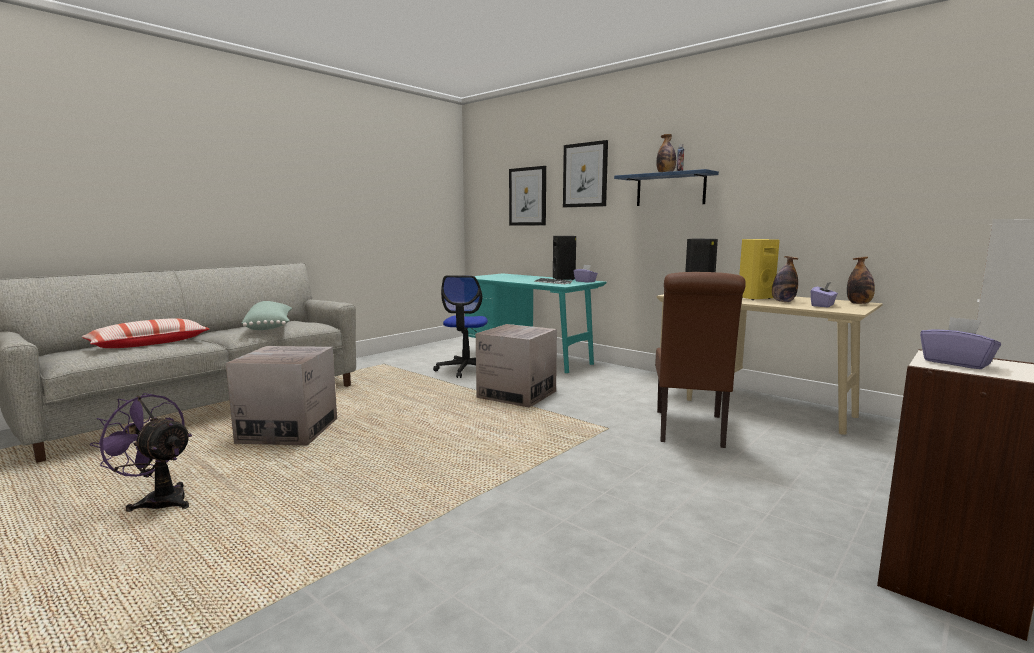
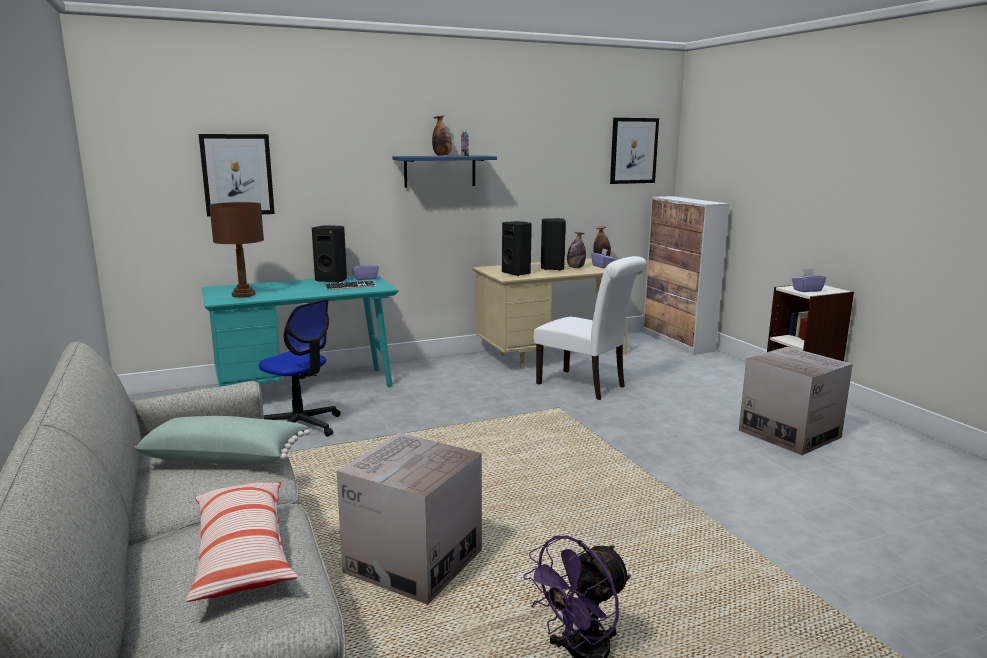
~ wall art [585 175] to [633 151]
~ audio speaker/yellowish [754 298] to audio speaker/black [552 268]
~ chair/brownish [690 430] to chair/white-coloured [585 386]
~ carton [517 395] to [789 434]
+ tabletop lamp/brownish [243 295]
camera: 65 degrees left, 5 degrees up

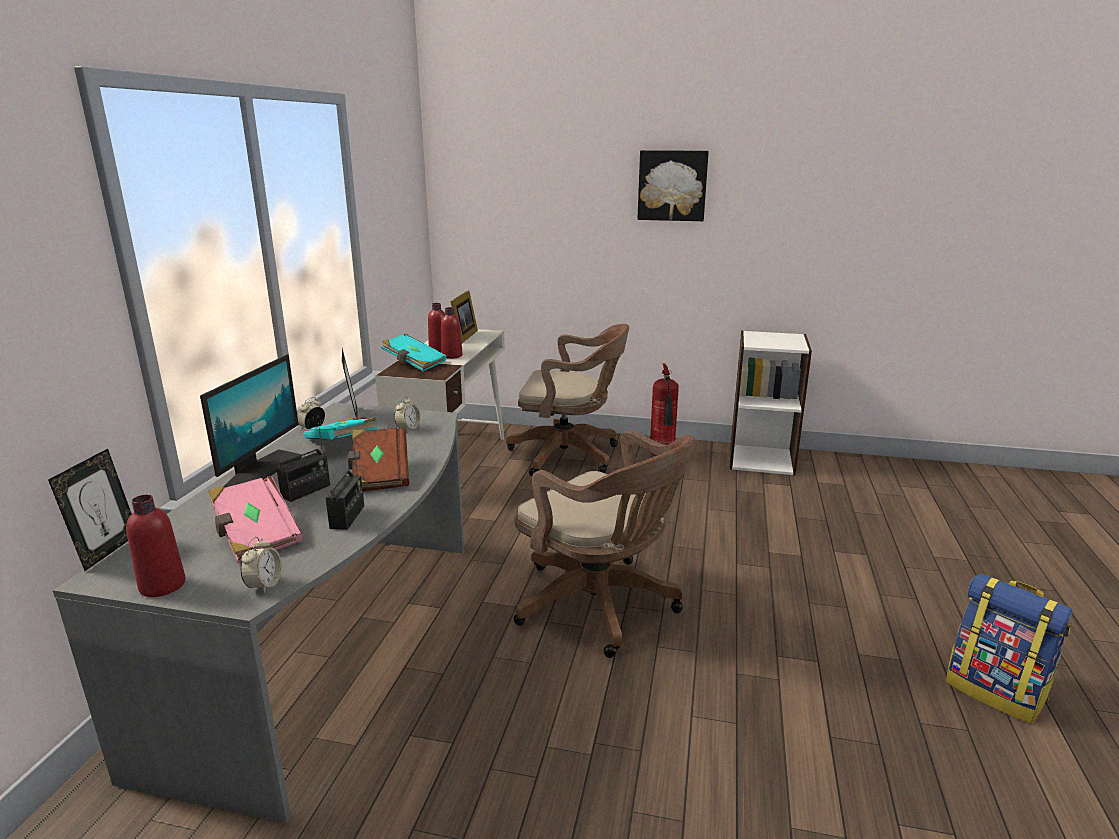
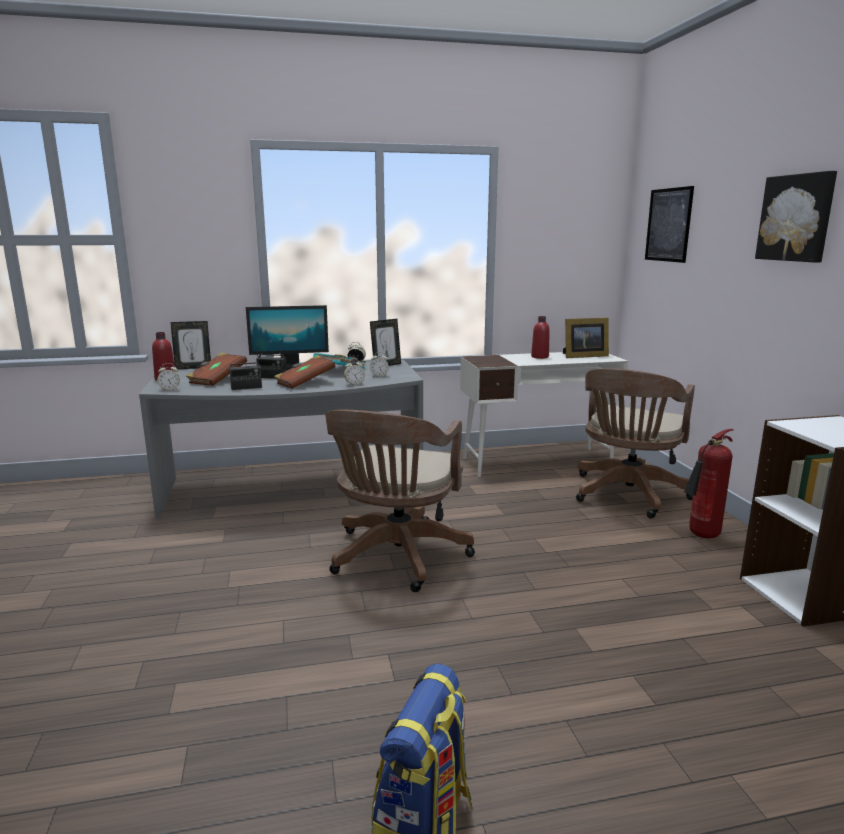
- bottle/red-coloured [452 356]
~ desk chair/brownish [570 455] = [627 495] 45 degrees clockwise
- bound book/blue-green [414 363]
~ bound book/pinkish [256 535] to bound book/brownish [217 380]
+ wall art [668 225]
+ table clock [354 384]
camera: 65 degrees right, 5 degrees down

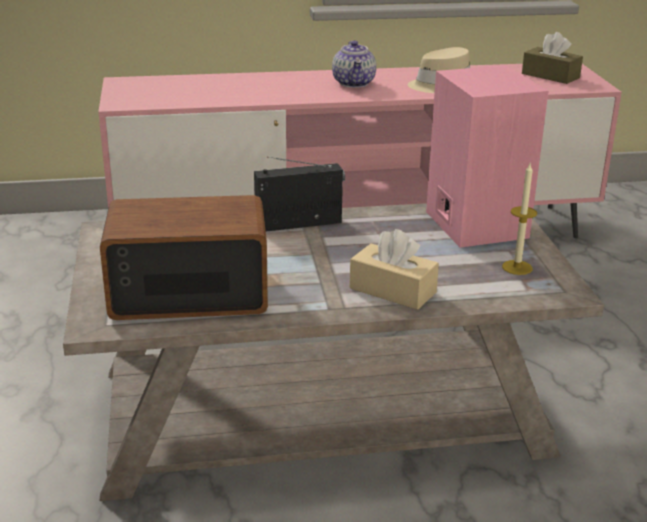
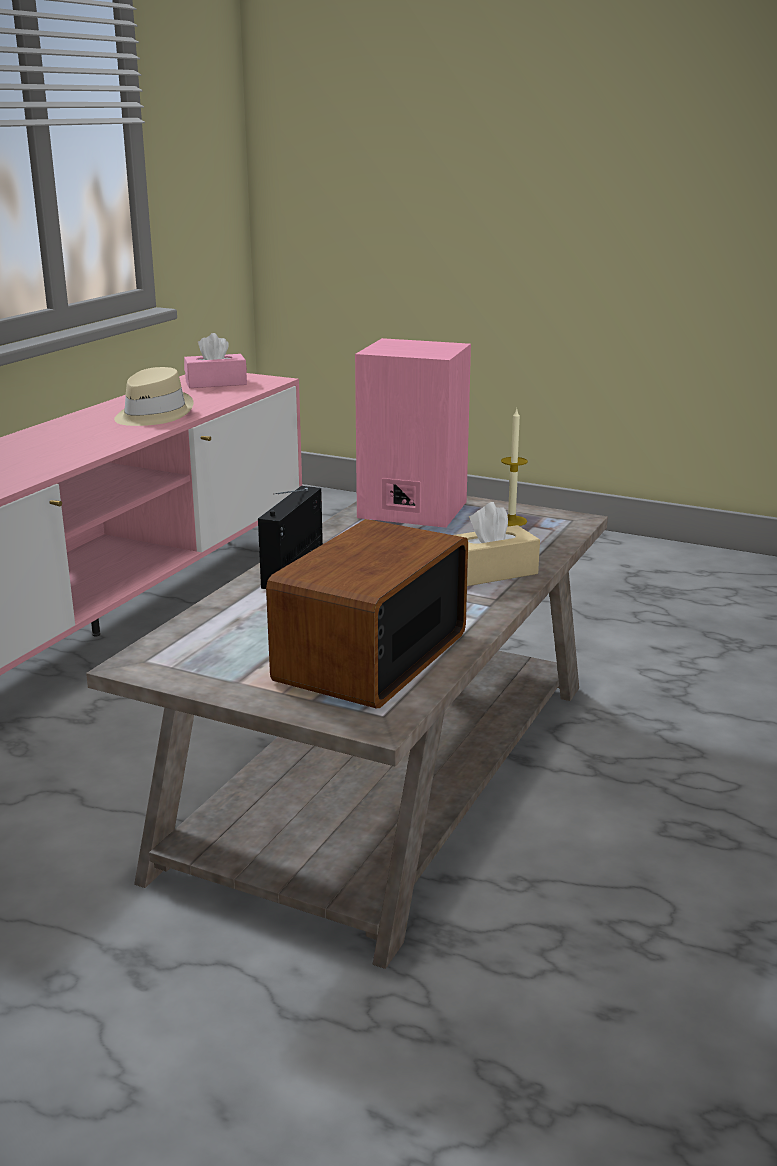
~ tissue box/brownish [550 76] to tissue box/pinkish [216 383]
- tea pot [354 83]
camera: 55 degrees left, 5 degrees down

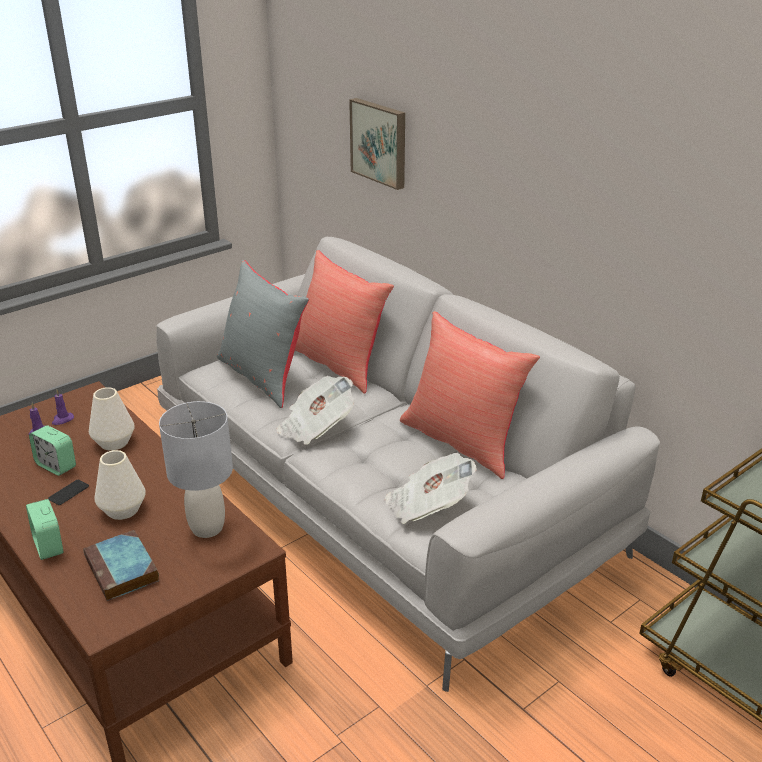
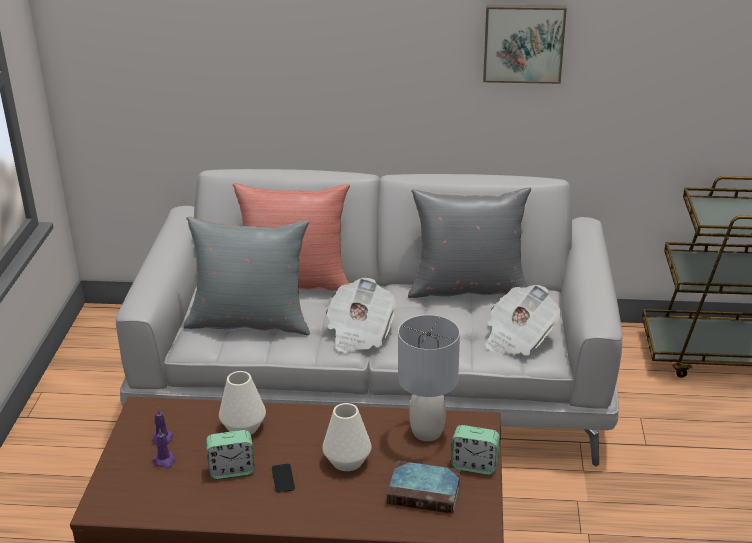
~ wall art [380 142] to [523 42]
~ throw pillow/red-coloured [462 441] to throw pillow/gray [468 288]
~ table clock [48 545] to [474 465]
camera: 45 degrees left, 0 degrees up

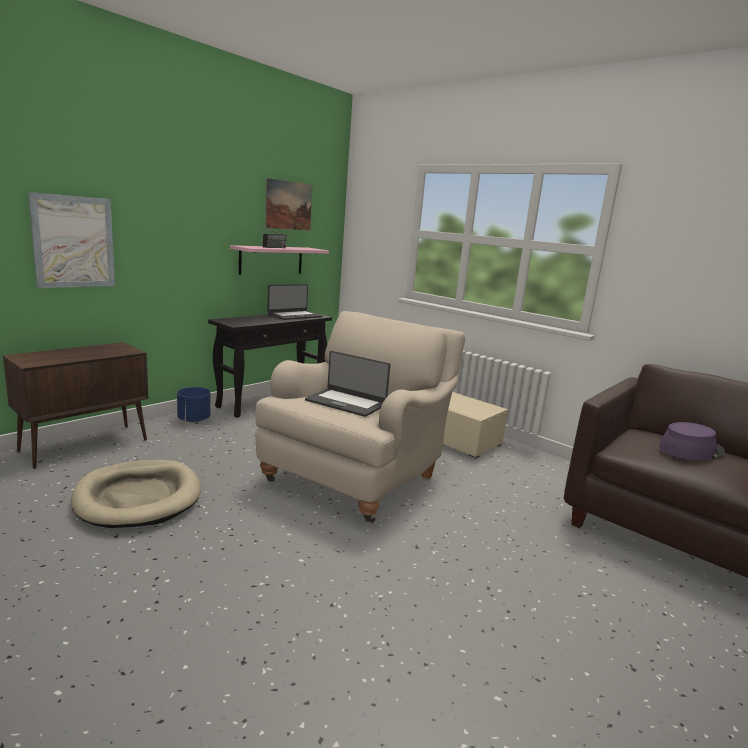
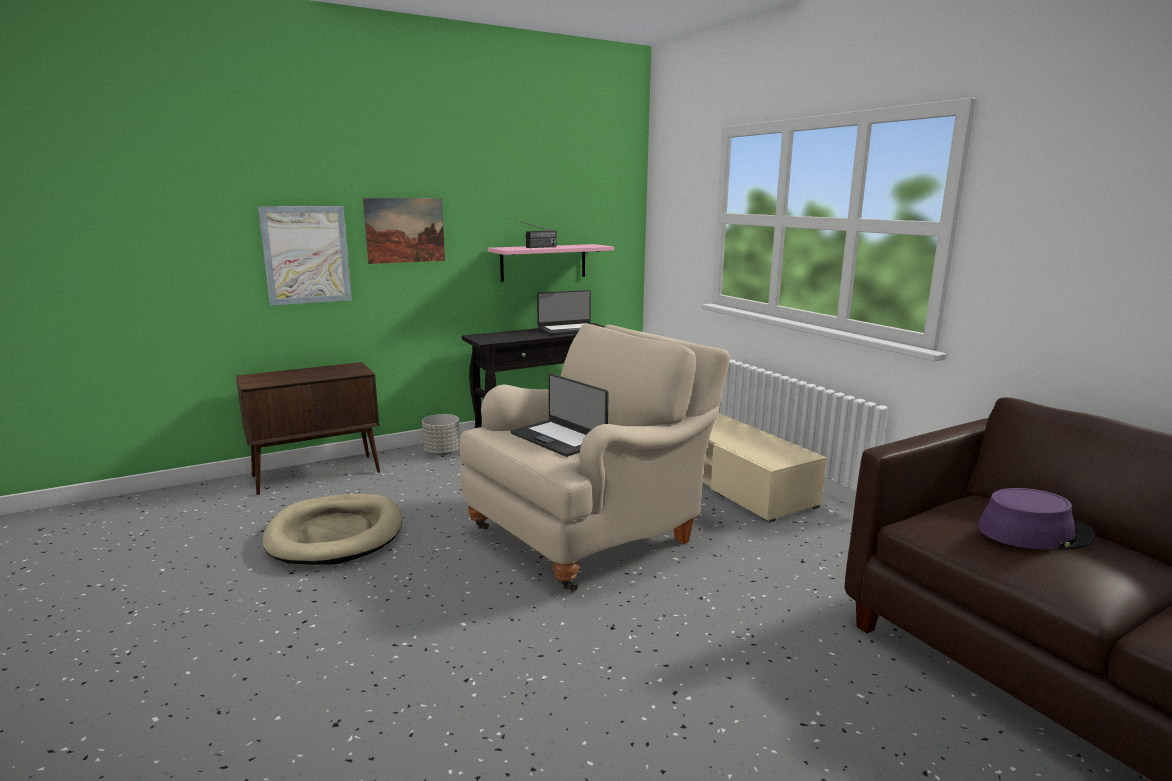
~ wall art [289 205] to [405 230]
~ flower pot/bluish [194 420] to flower pot/gray [442 452]
camera: 20 degrees right, 0 degrees up

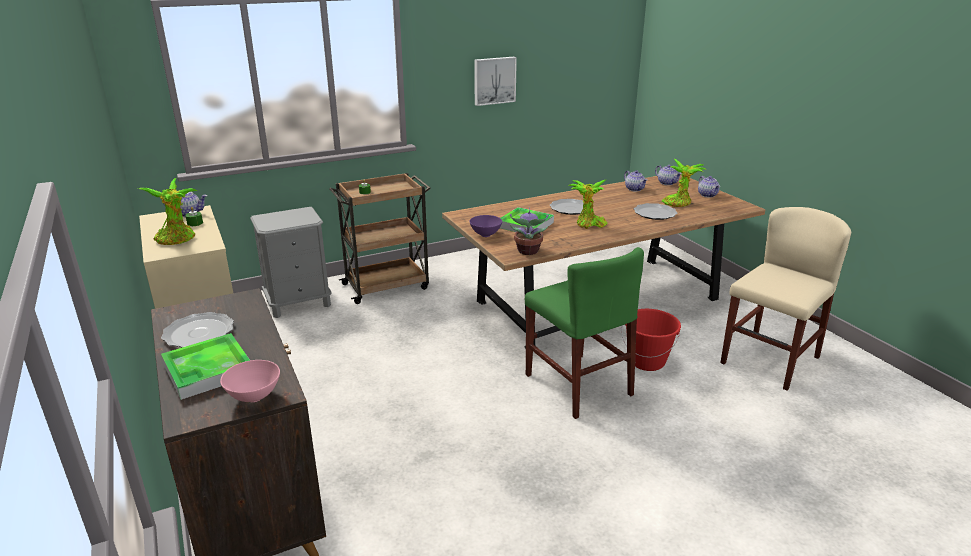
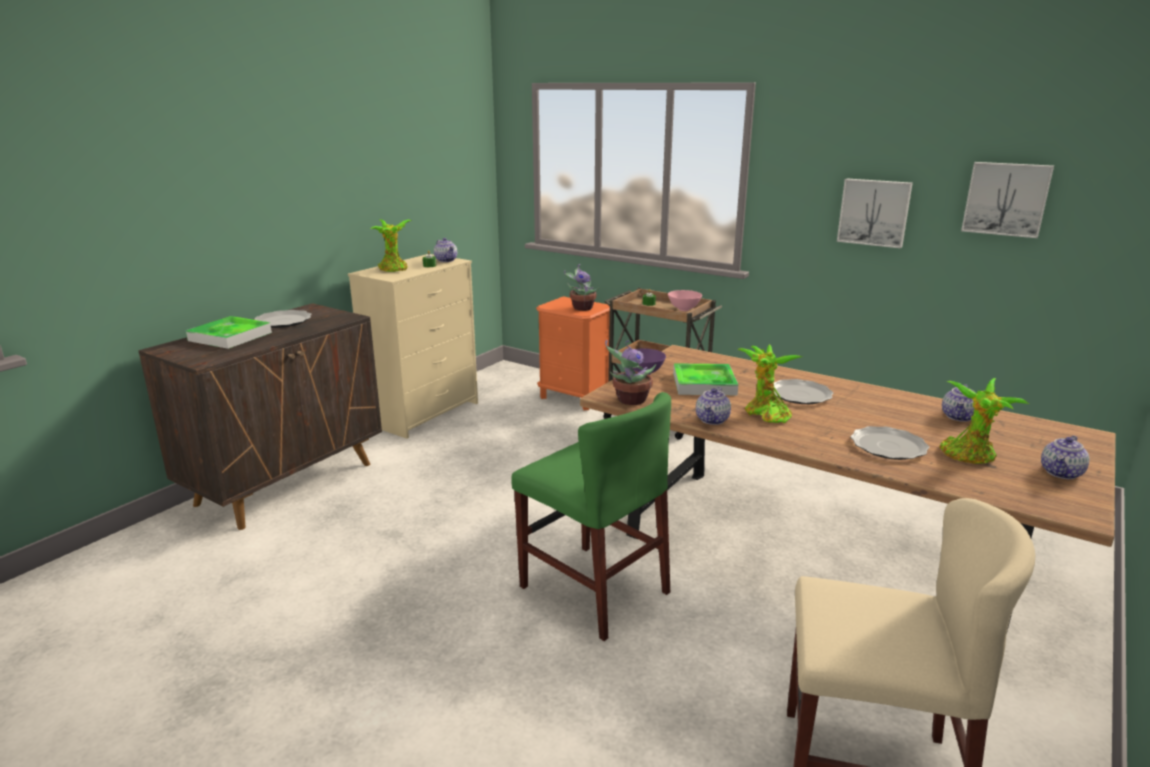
~ tea pot [667 183] to [712 420]
~ night table/gray [299 303] to night table/orange-coloured [575 397]
~ chair/green [577 384] = [593 589] 75 degrees counterclockwise
- pail/red-coloured [647 361]
~ bowl/pinkish [255 396] to [684 309]
+ wall art [1006 199]
+ plant in a pot [581 308]
camera: 60 degrees right, 5 degrees down

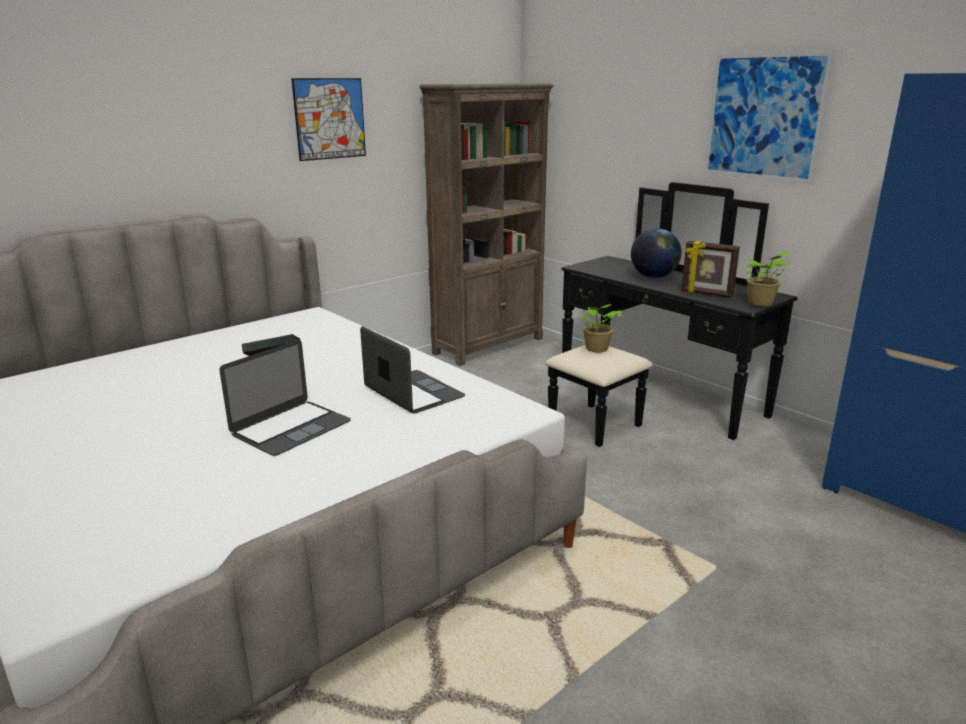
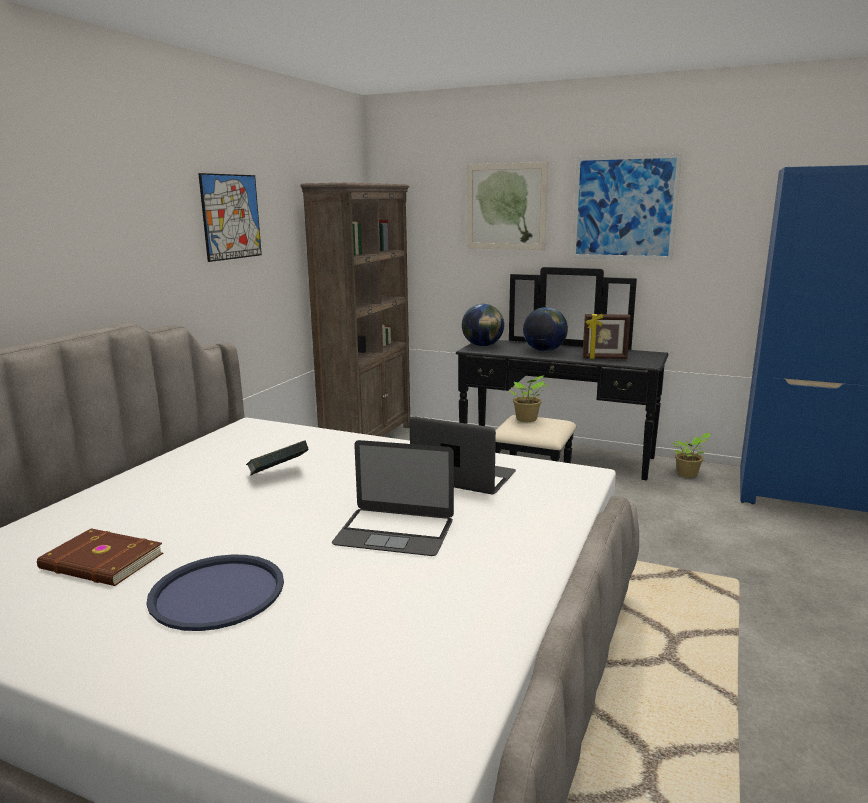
~ plant in a pot [761 303] to [688 474]
~ notebook computer [291 427] = [395 532] 90 degrees clockwise
+ wall art [506 207]
+ desk globe [482 345]
+ bound book/brownish [101 562]
+ carrying tray/bluish [217 593]
camera: 25 degrees left, 5 degrees down

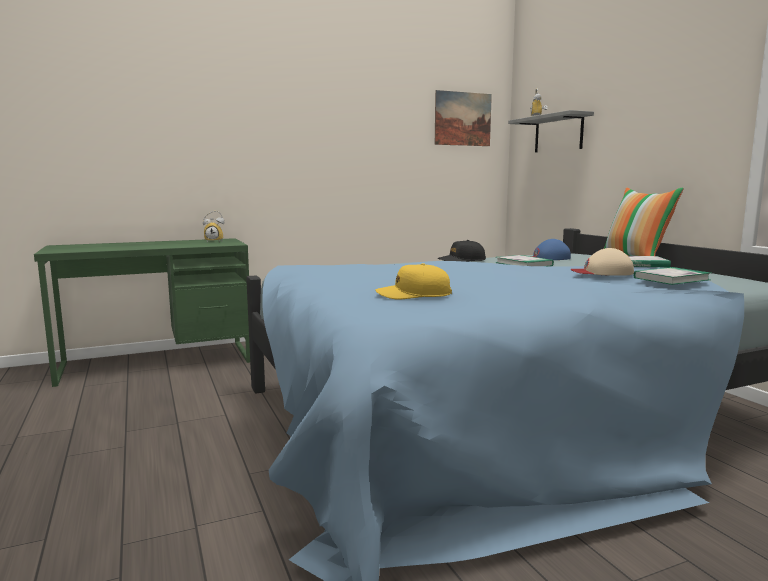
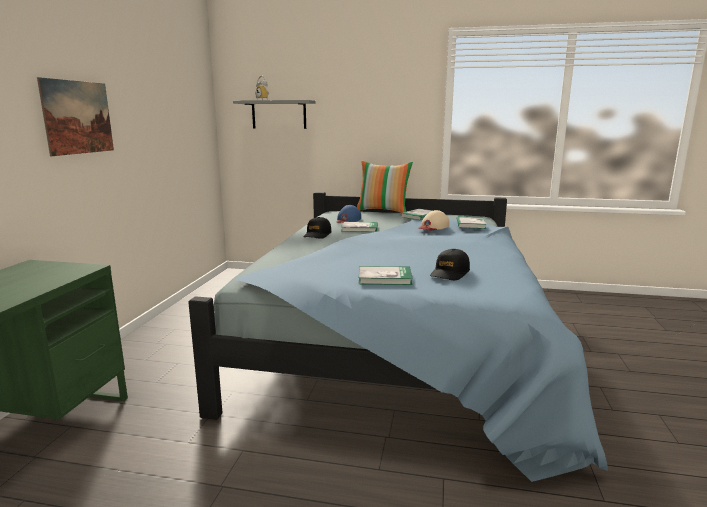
~ wall art [463 119] to [78 117]
- table clock [214 241]
~ baseball cap/yellowish [413 295] to baseball cap/black [450 273]
+ bound book [385 278]
camera: 55 degrees left, 5 degrees up

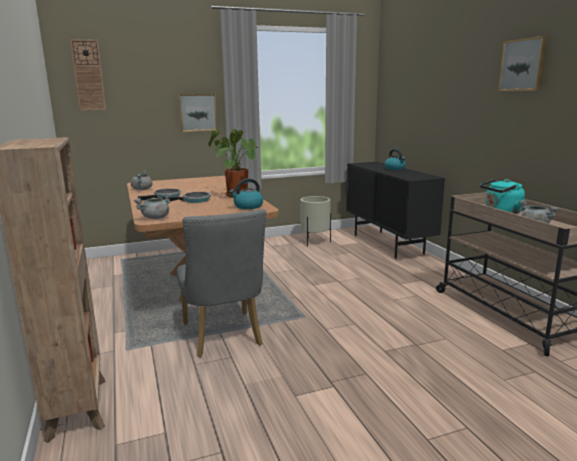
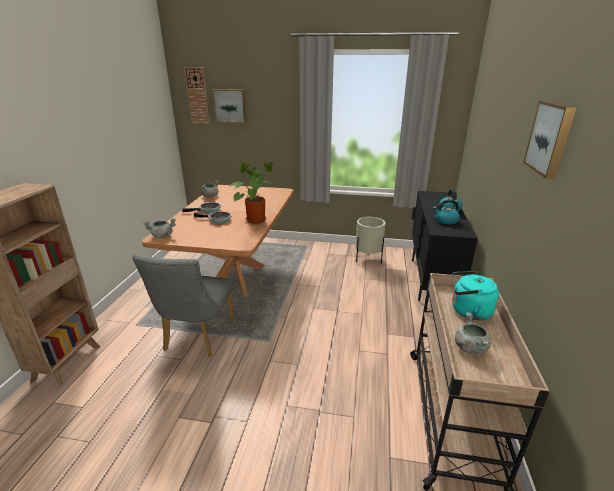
~ wall art [197 112] to [230 105]
~ water kettle [248 206] to [445 221]
camera: 30 degrees right, 10 degrees up

